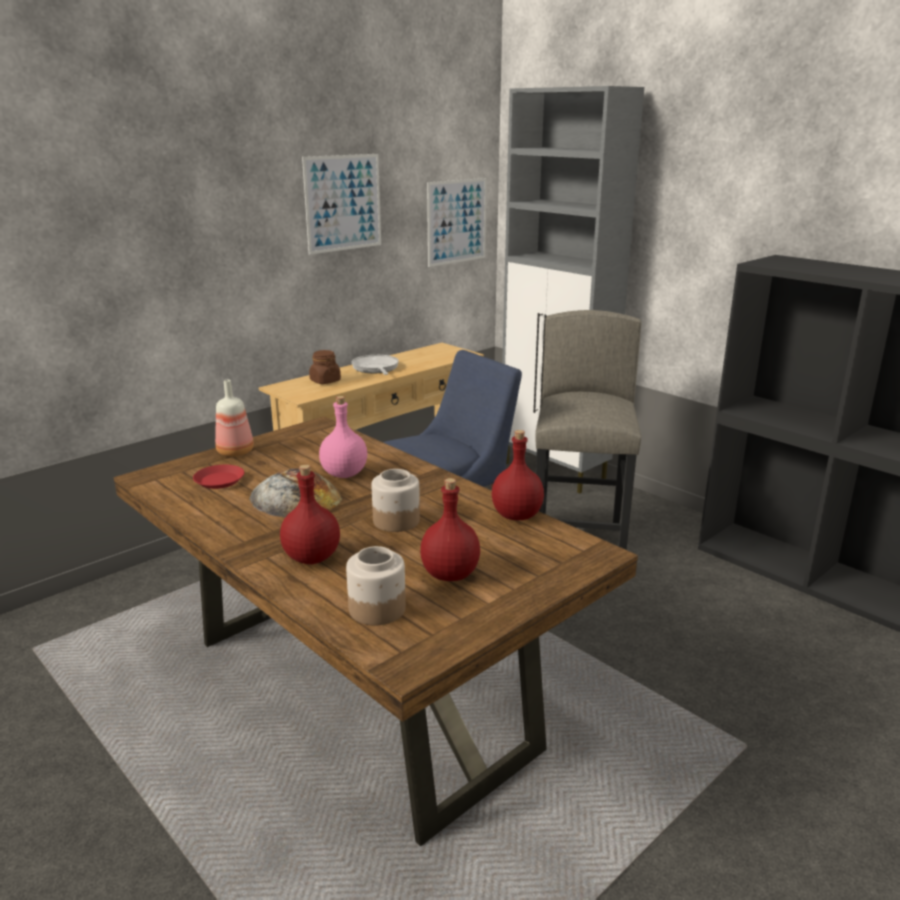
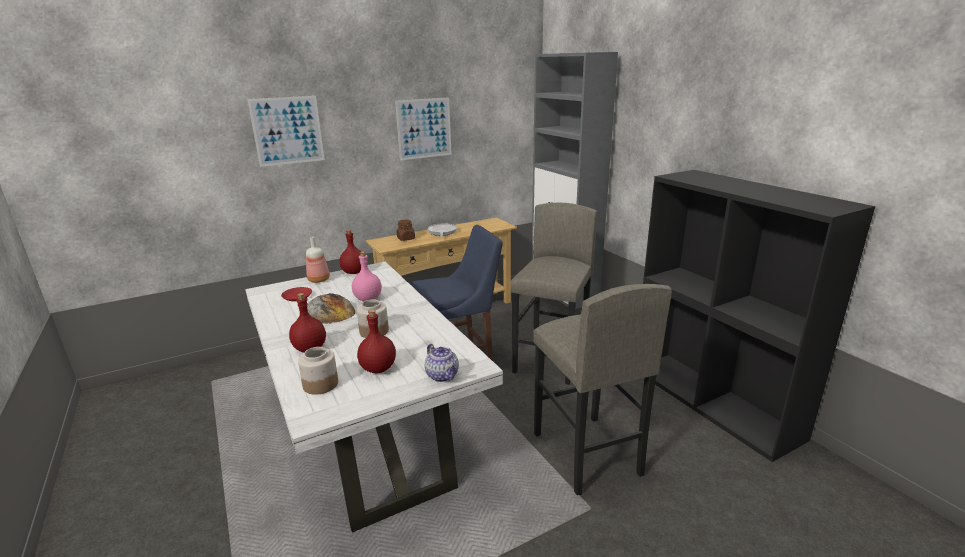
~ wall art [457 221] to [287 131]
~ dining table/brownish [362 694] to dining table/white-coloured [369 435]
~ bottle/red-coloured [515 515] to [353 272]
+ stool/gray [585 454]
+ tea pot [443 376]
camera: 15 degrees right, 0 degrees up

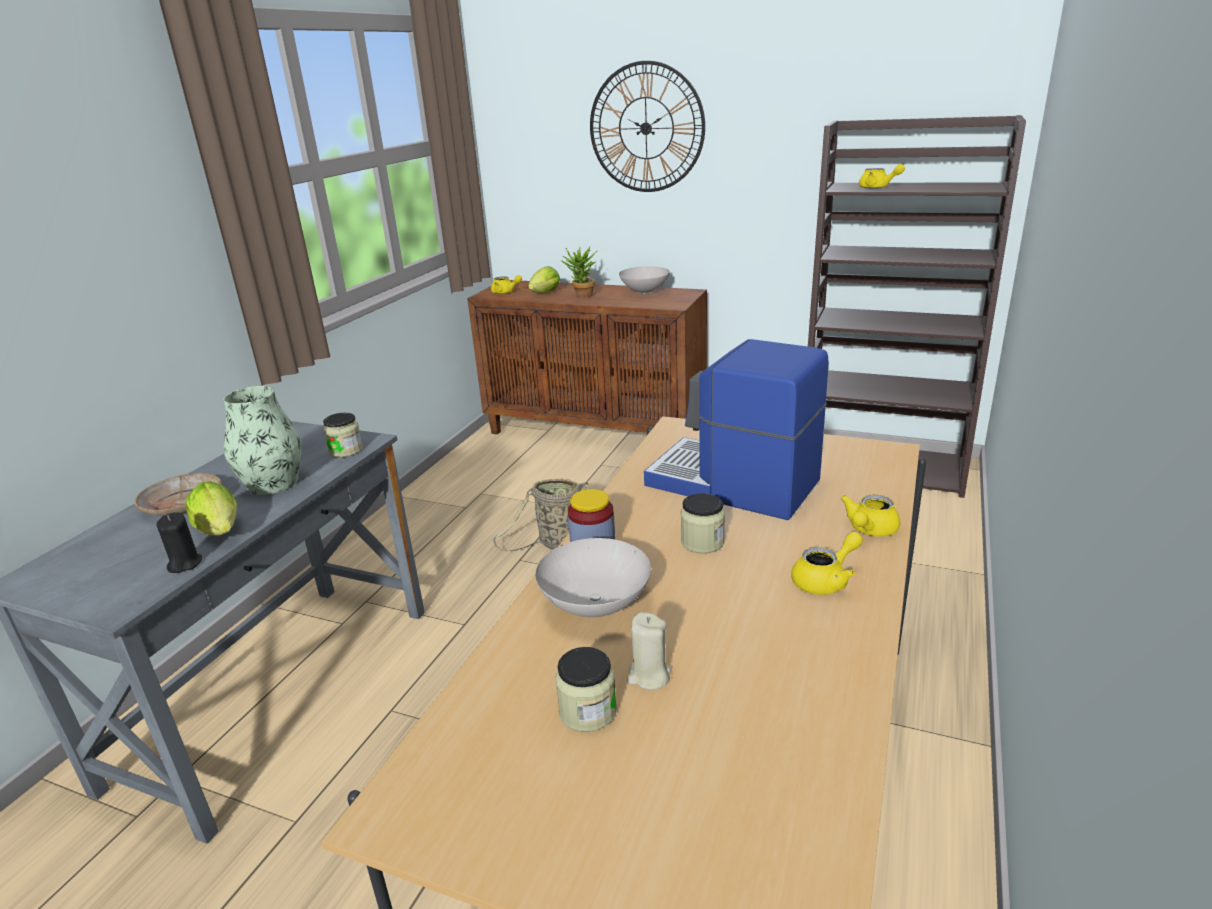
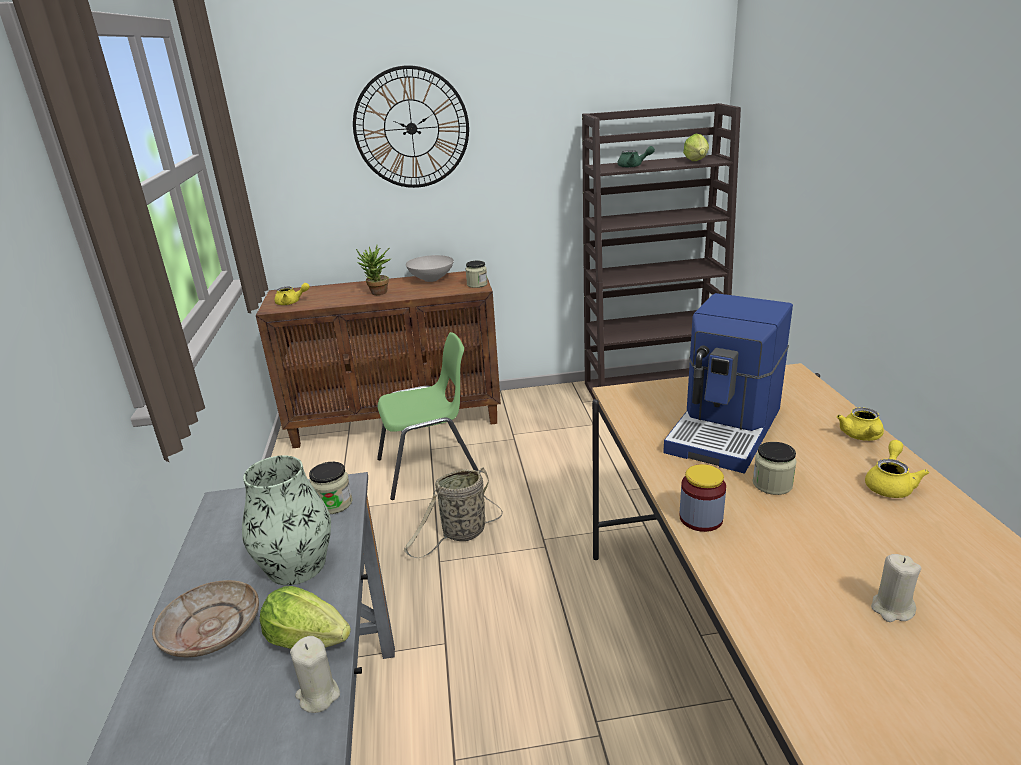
~ tea pot/yellowish [877 187] to tea pot/green [633 166]
~ head of lettuce [543 294] to [697 162]
~ coffee brewer [732 484] = [726 430] 60 degrees counterclockwise
~ wax candle/black [184 564] to wax candle/beige [318 695]
- bowl/white-coloured [597 605]
~ storage jar [587 711] to [477 284]
+ chair/green [430 468]
camera: 30 degrees left, 0 degrees up

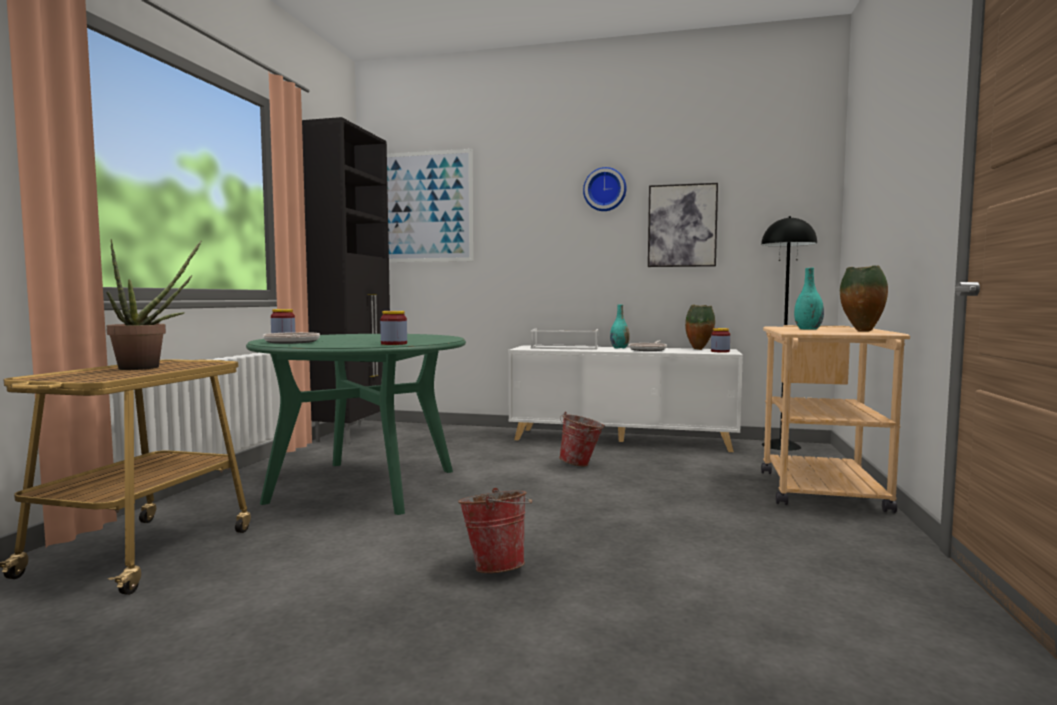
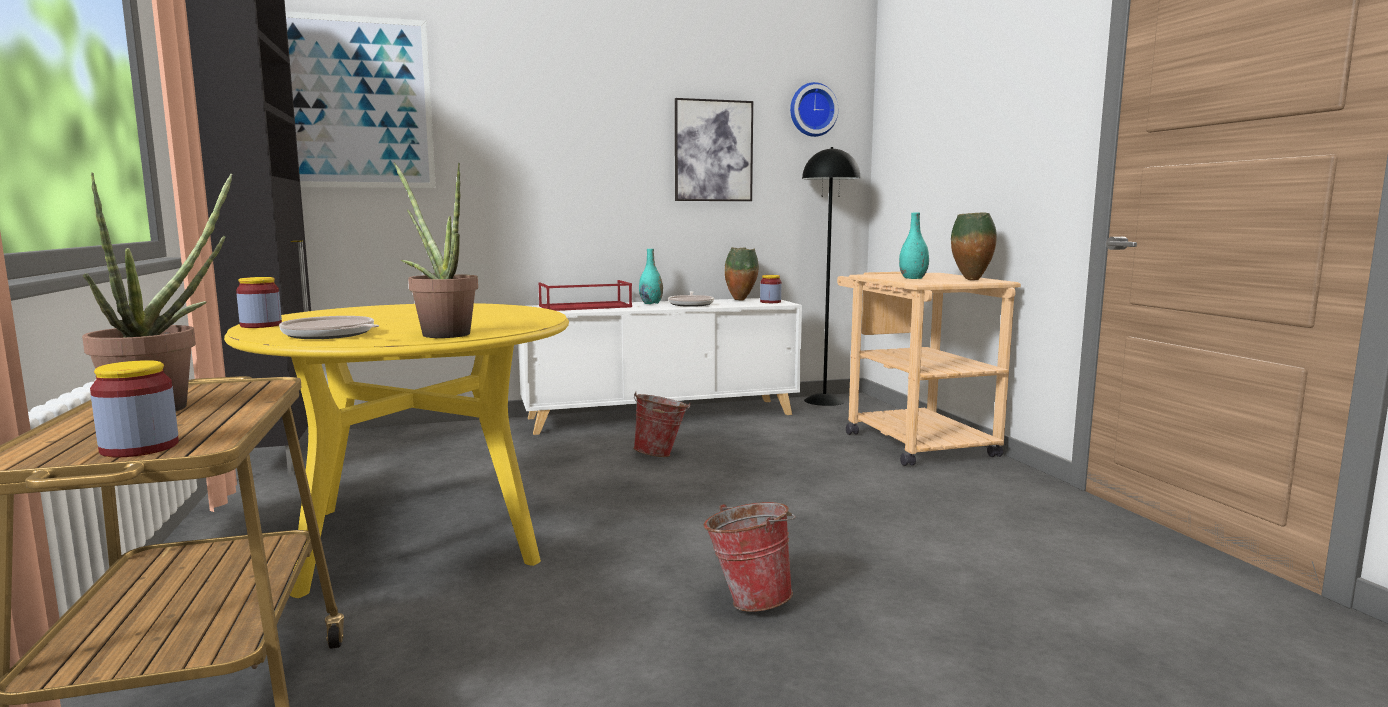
~ clock on the wall [605 190] to [812 110]
~ storage jar [394 344] to [140 448]
~ carrying tray/white-coloured [564 347] to carrying tray/red-coloured [584 307]
~ dining table/green [364 486] to dining table/yellowish [421 535]
+ plant in a pot [440 333]
camera: 30 degrees left, 5 degrees up

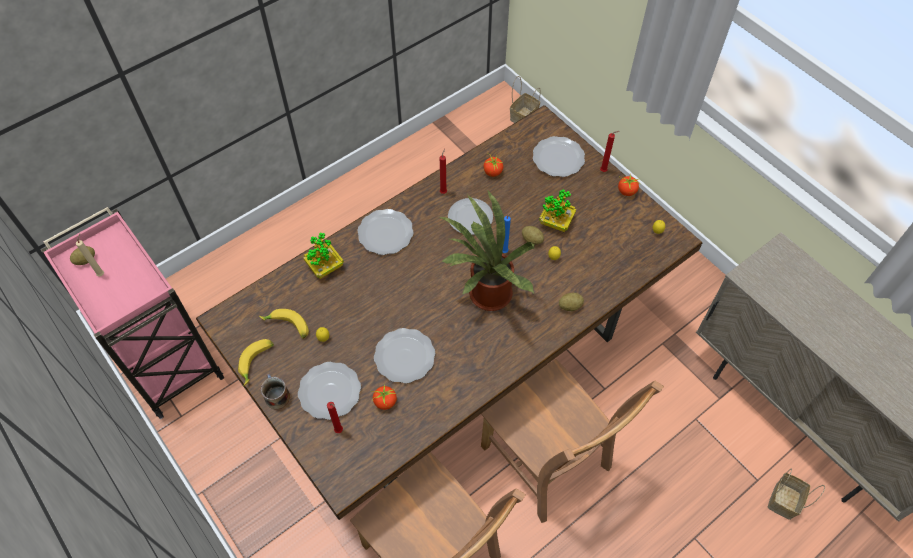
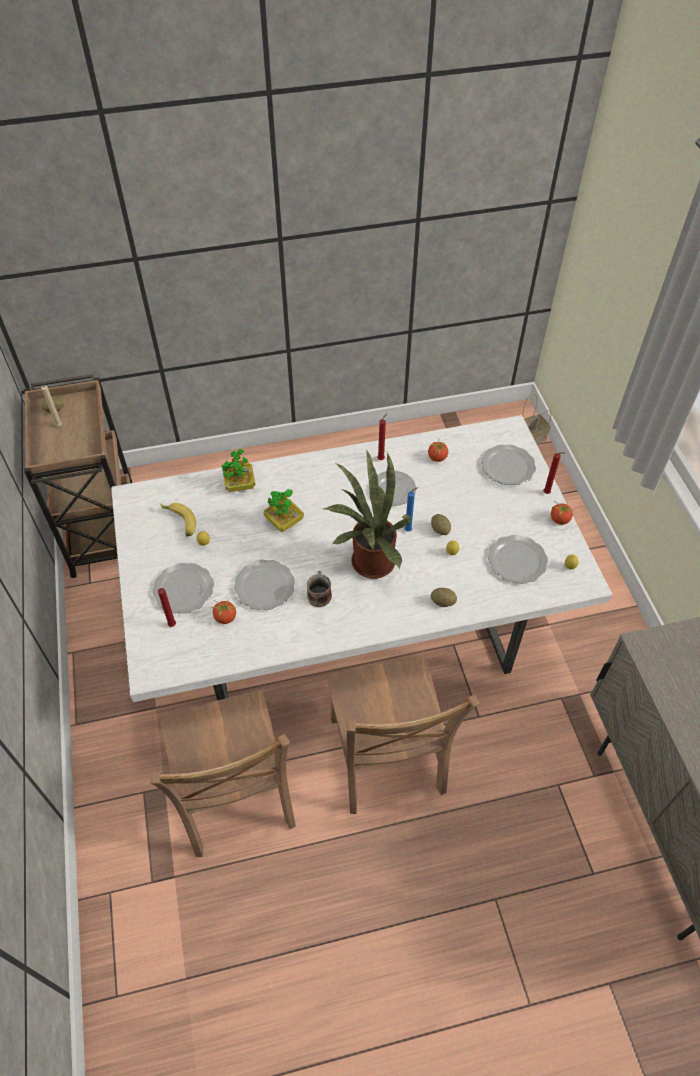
~ dining table/brownish [455 360] to dining table/white-coloured [348 631]
~ plant in a pot [556 222] to [284 522]
~ wheeled cart/pinkish [163 355] to wheeled cart/brownish [103 528]
~ plate [386 234] to [517 561]
- banana fruit [257 363]
~ mug [276 396] to [319 595]
- storage basket [784 502]
camera: 25 degrees right, 5 degrees down

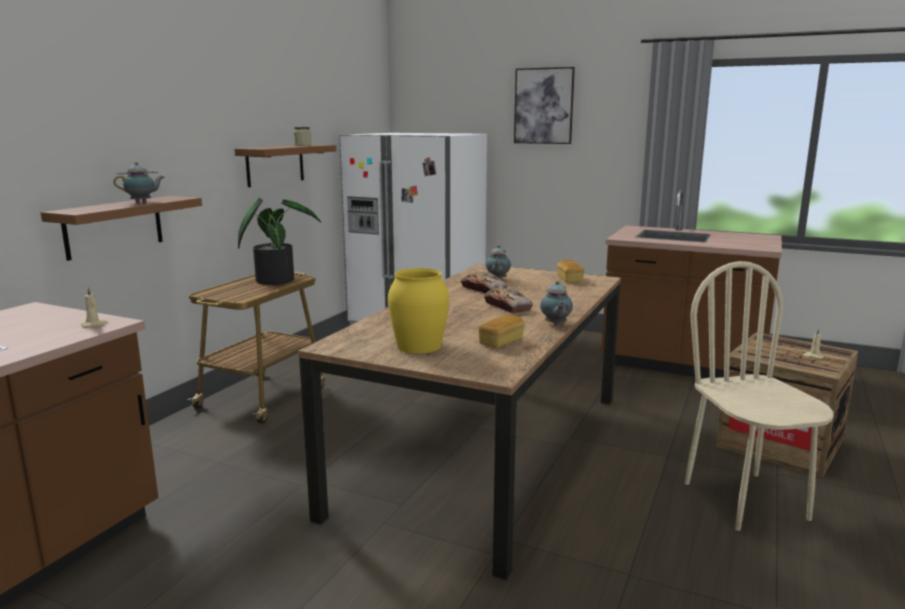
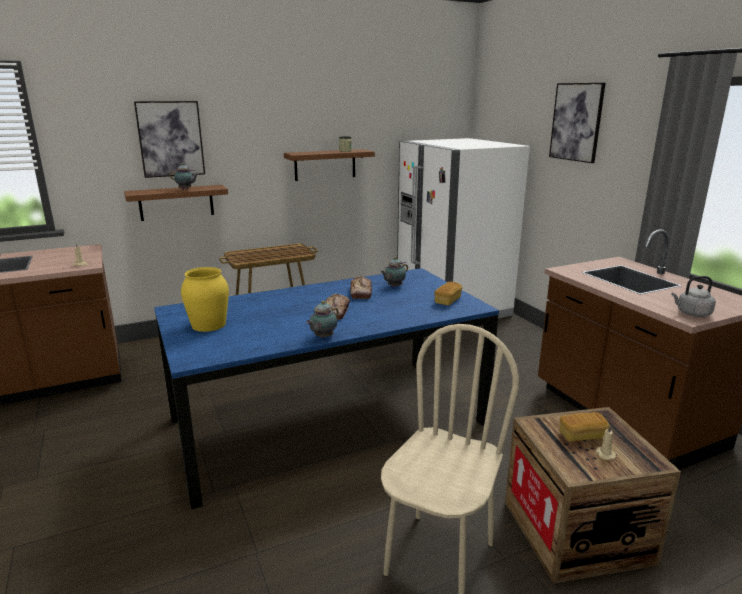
- plant in a pot [277 279]
~ dining table/brownish [487 450] to dining table/bluish [329 420]
~ bakery bread [501 342] to [582 436]
+ wall art [170 139]
+ water kettle/gray [691 313]
camera: 40 degrees right, 5 degrees up

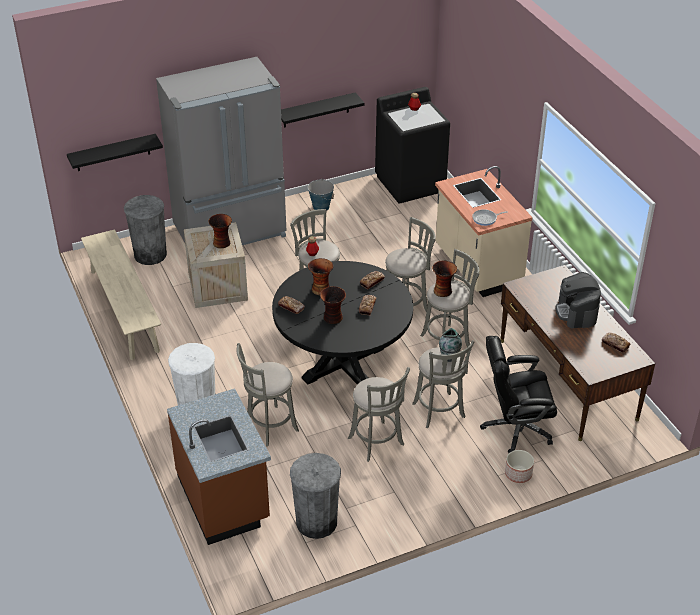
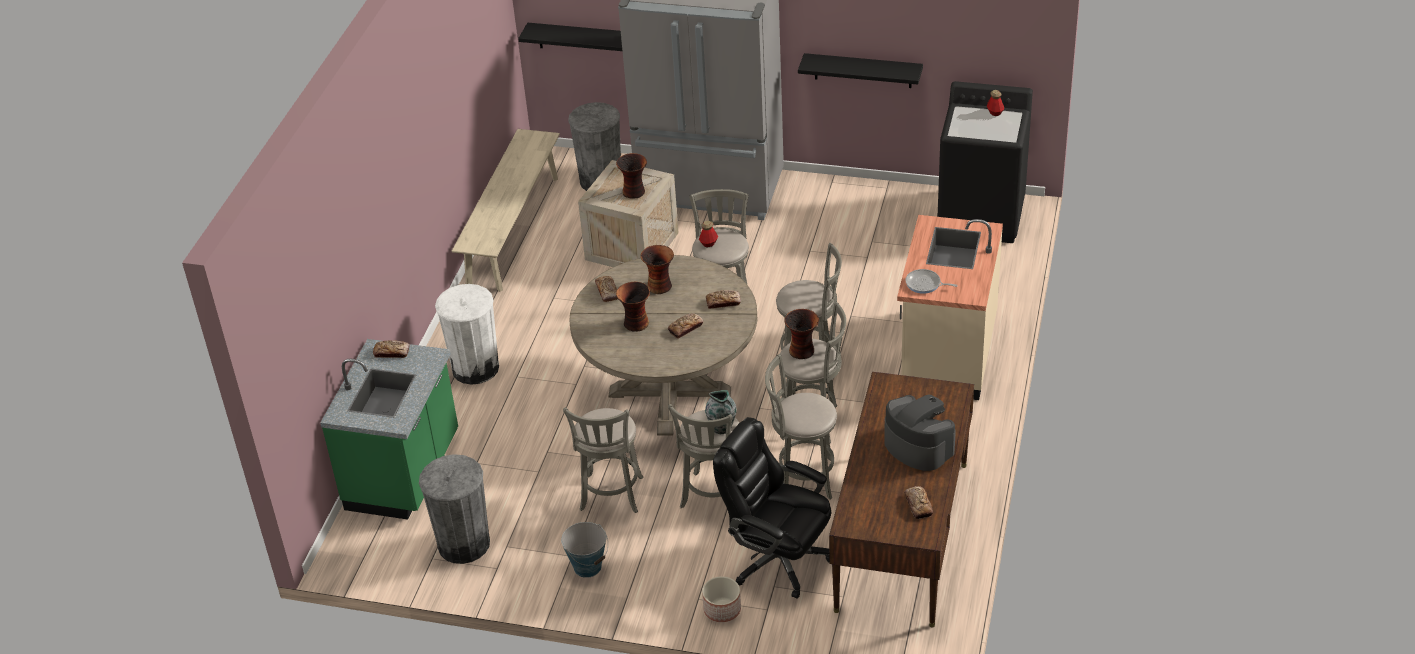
~ pail [321 207] to [587 566]
~ dining table/black [343 363] to dining table/beige [669 392]
~ coffee brewer [576 312] = [918 446] 105 degrees clockwise
~ stool/gray [269 427] to [802 478]
~ kitchen counter/brownish [224 498] to kitchen counter/green [405 473]
+ bakery bread [392 352]
camera: 40 degrees right, 0 degrees up

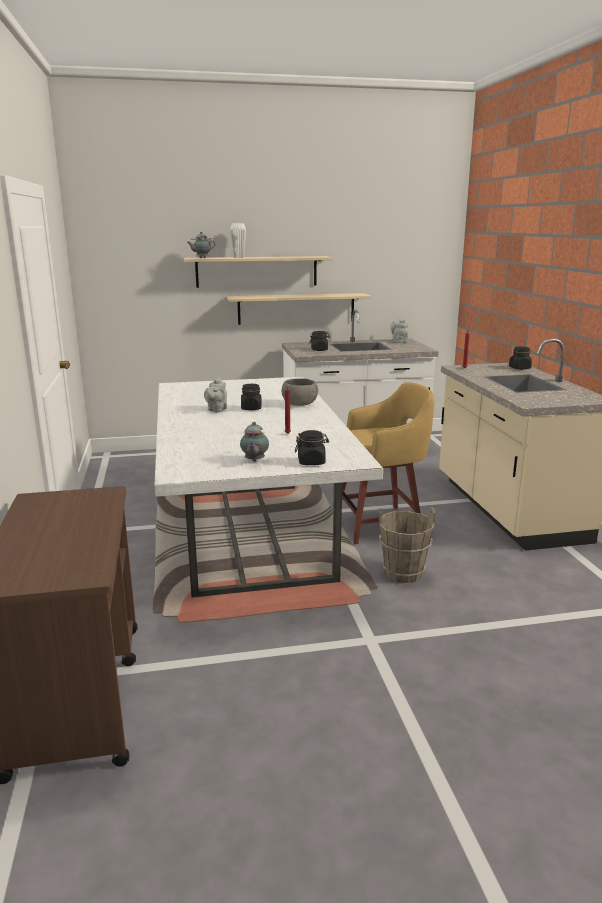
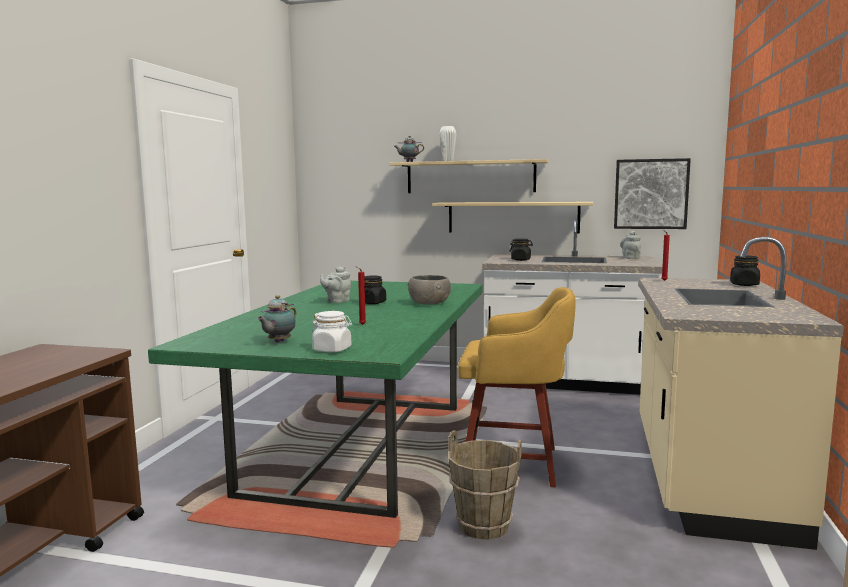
~ dining table/white-coloured [251 534] to dining table/green [359 448]
~ storage jar/black [311 462] to storage jar/white-coloured [332 349]
+ wall art [651 194]
camera: 25 degrees right, 10 degrees down

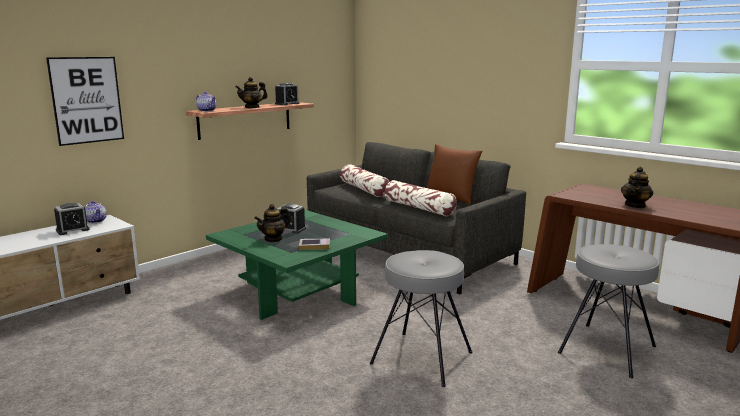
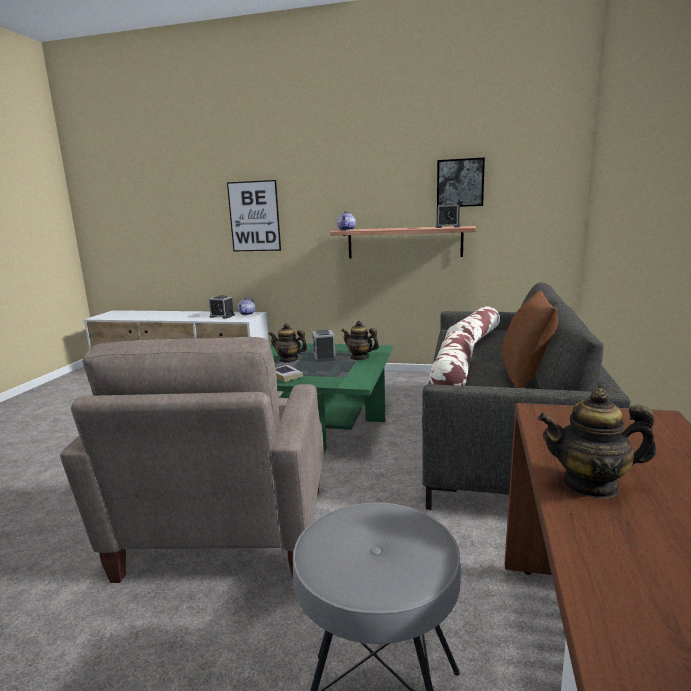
~ tea pot [252 107] to [360 357]
~ stool/gray [421 358] to lounge chair/beige [225 535]
+ wall art [460 183]
camera: 60 degrees right, 0 degrees up

